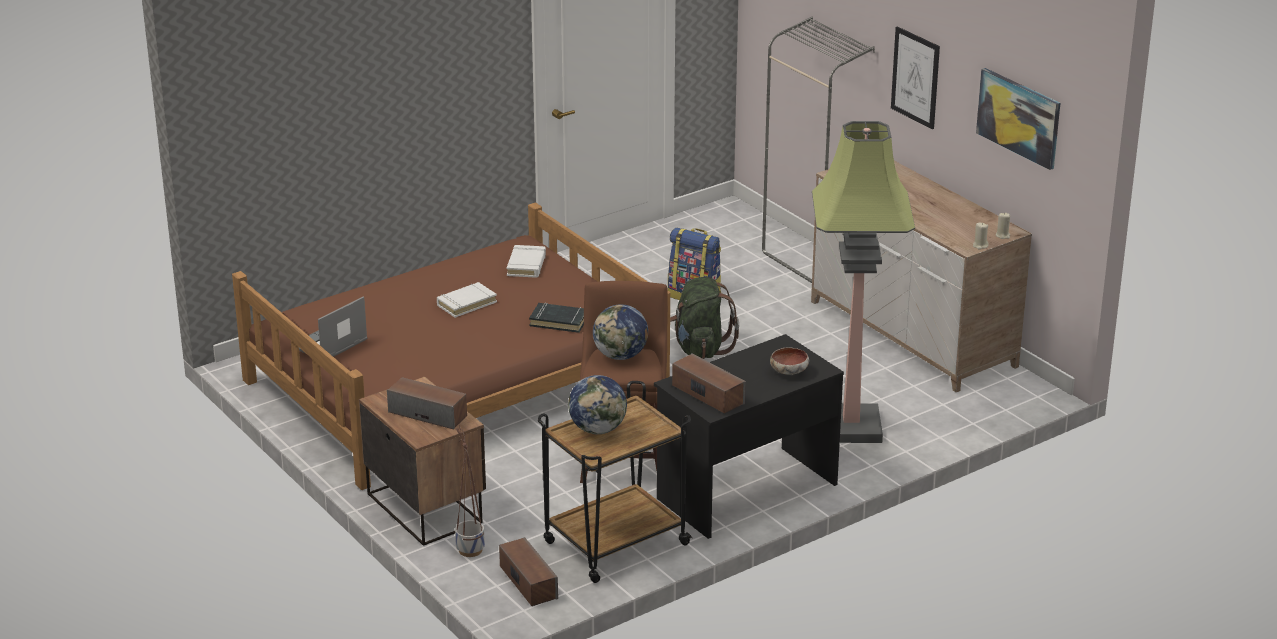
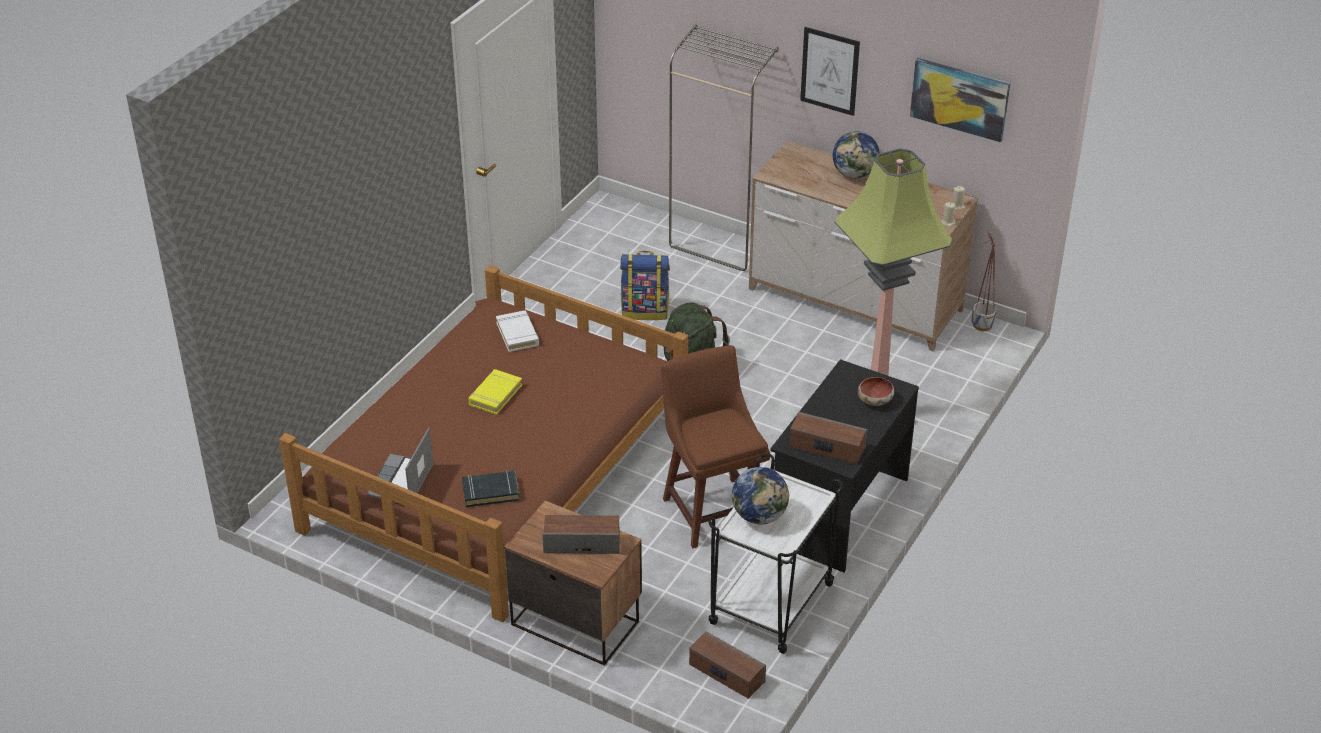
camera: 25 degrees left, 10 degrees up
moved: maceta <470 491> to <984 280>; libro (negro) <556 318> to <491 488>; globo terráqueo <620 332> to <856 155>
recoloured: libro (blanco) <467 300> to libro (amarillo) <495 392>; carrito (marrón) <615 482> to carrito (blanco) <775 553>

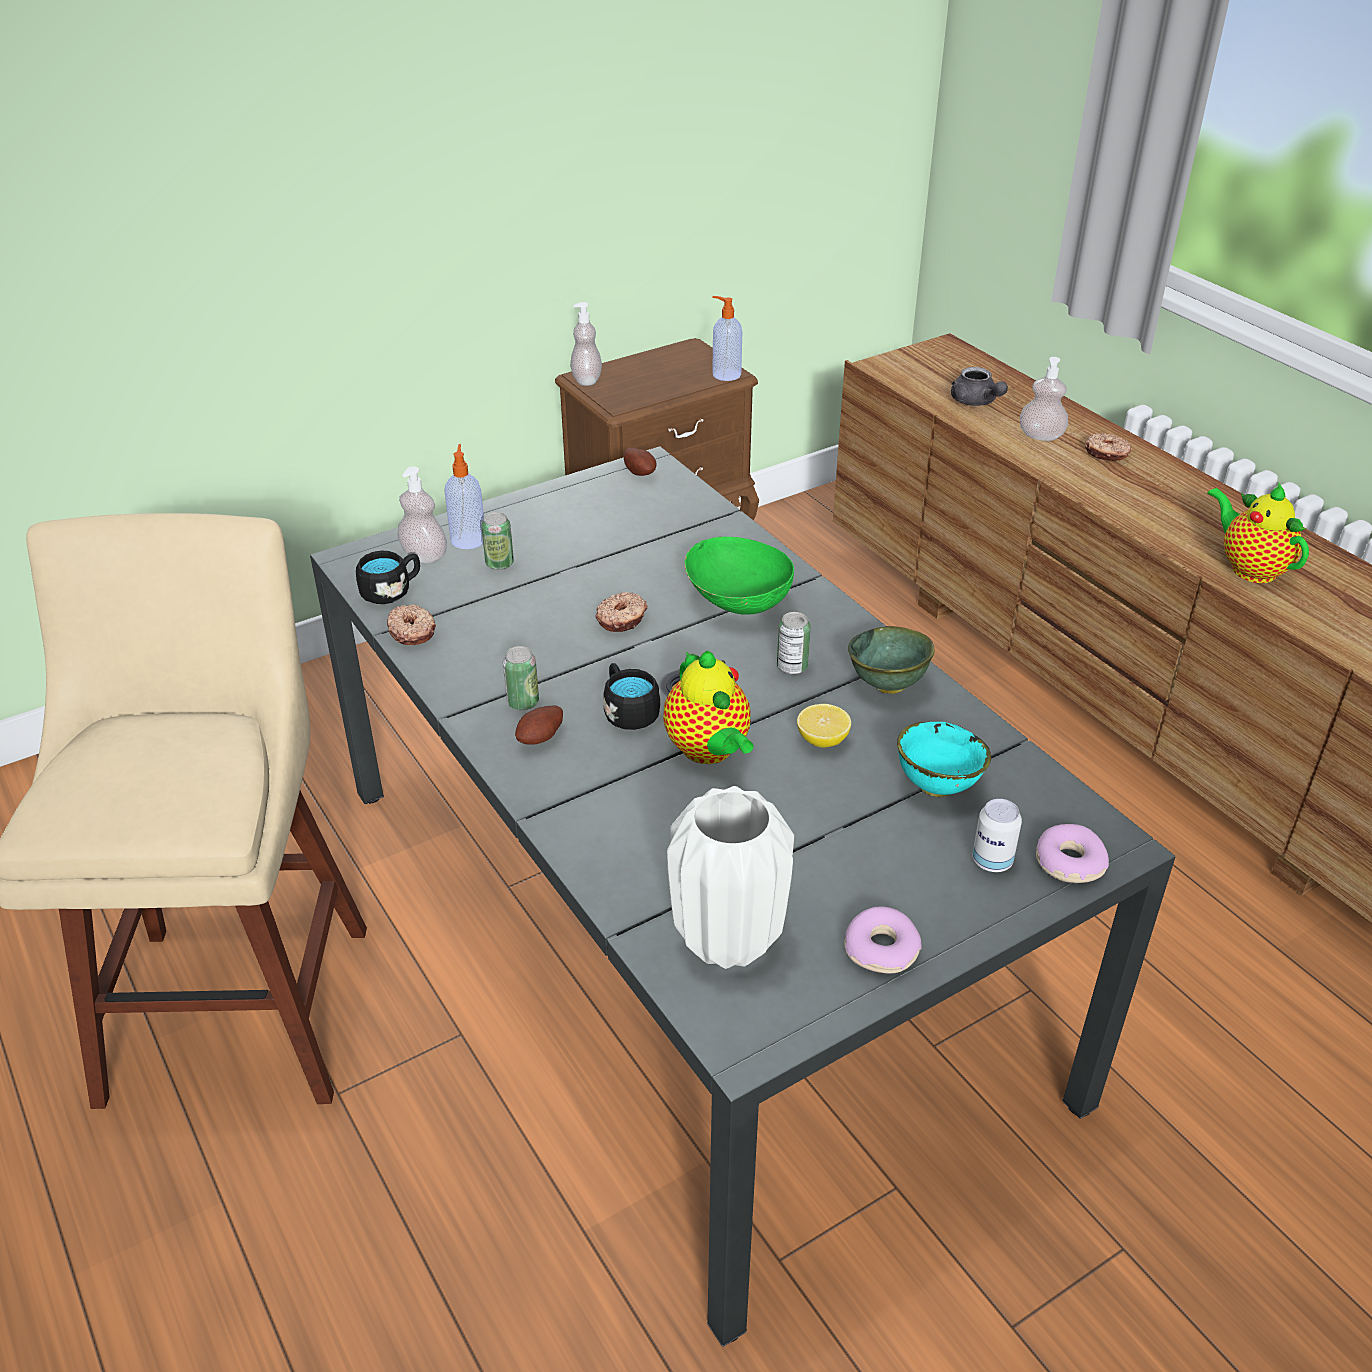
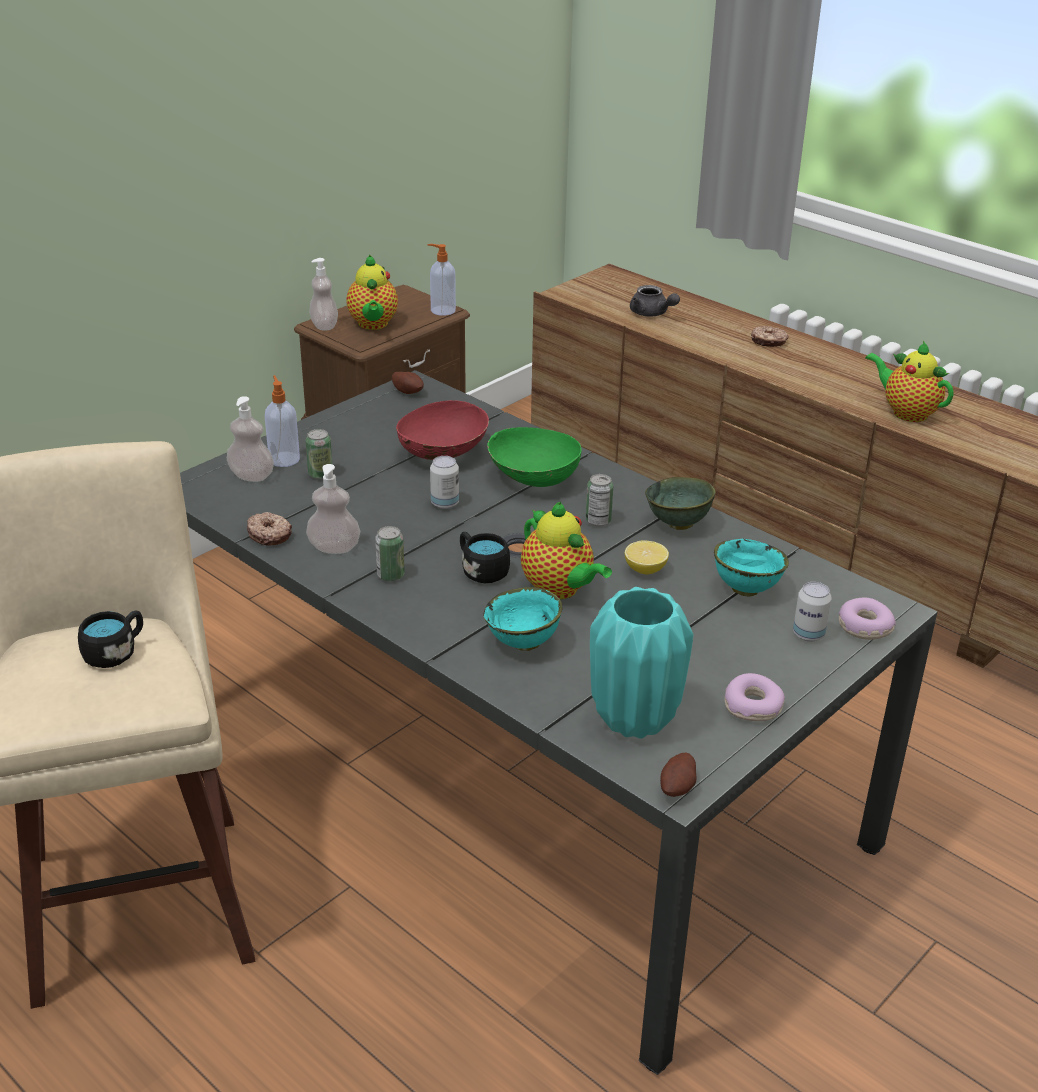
camera: 15 degrees left, 5 degrees down
added: tetera <372 292>; cuenco (rojo) <442 430>; cuenco (turquesa) <523 619>
moved: taza grande (negro) <388 577> to <110 639>; patata <539 725> to <678 774>; dispensador de jabón <1043 399> to <333 509>
replaced: rosquilla <621 612> to lata <444 482>
recoloured: florero (blanco) <730 877> to florero (turquesa) <641 663>

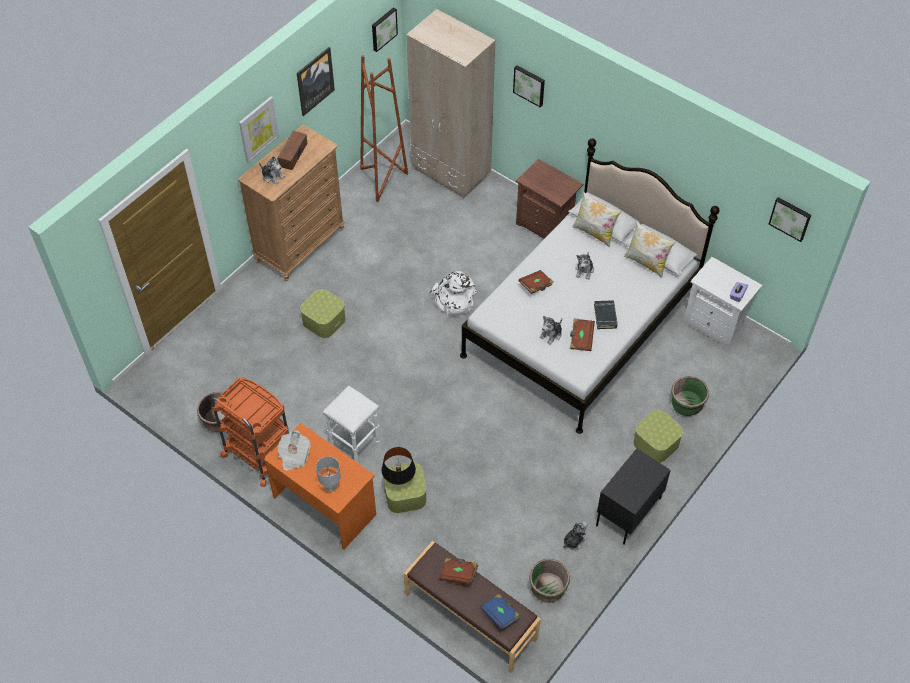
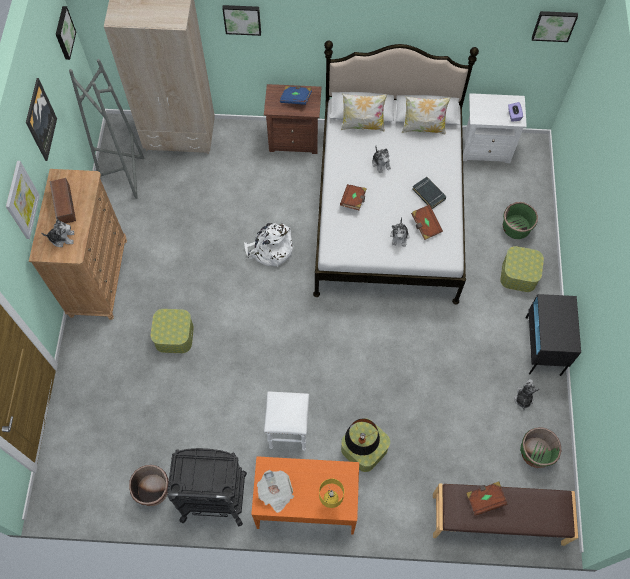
camera: 35 degrees left, 10 degrees up
moved: libro (azul) <500 612> to <296 95>
recoloured: carrito (naranja) <250 432> to carrito (negro) <207 487>; lámpara de mesa (gris) <328 473> to lámpara de mesa (amarillo) <331 493>; perchero (marrón) <384 128> to perchero (gris) <106 129>

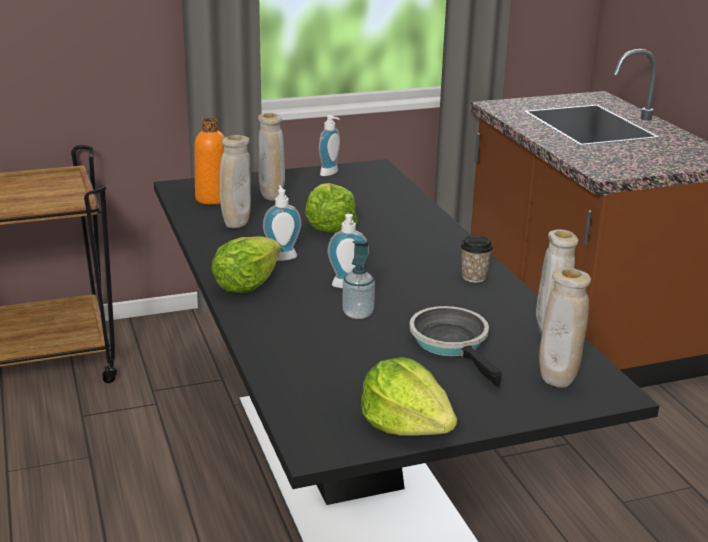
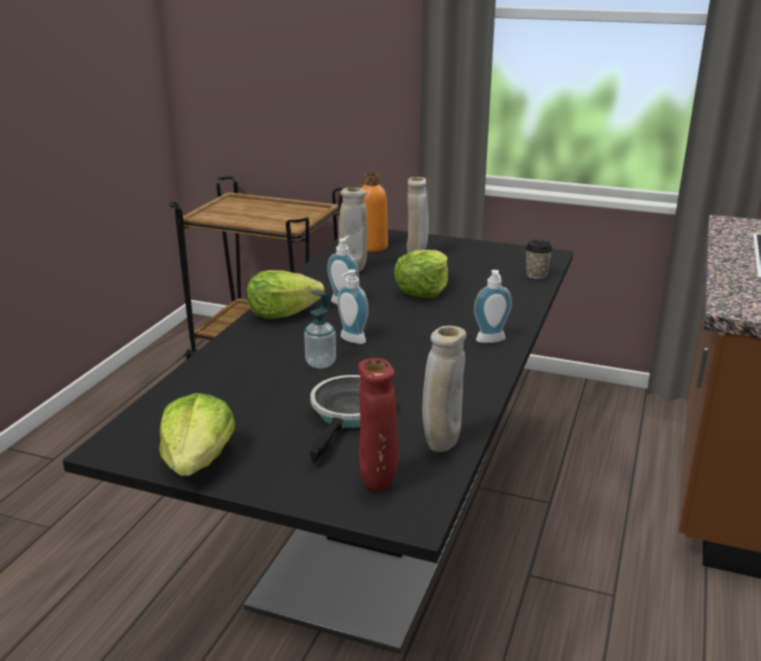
camera: 40 degrees right, 0 degrees up
moved: dispensador de jabón <329 145> to <493 306>; taza <477 259> to <539 259>
recoloured: florero (beis) <565 327> to florero (rojo) <378 425>

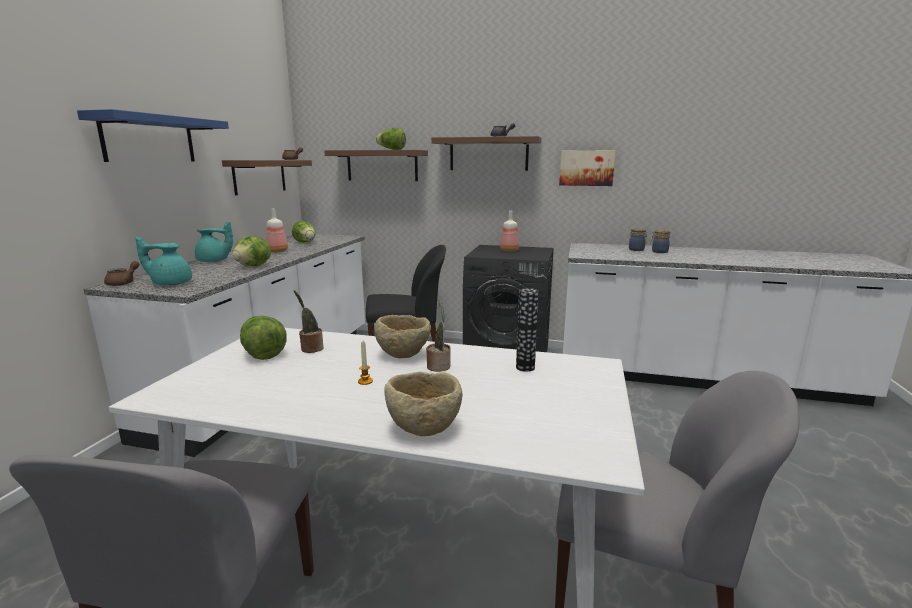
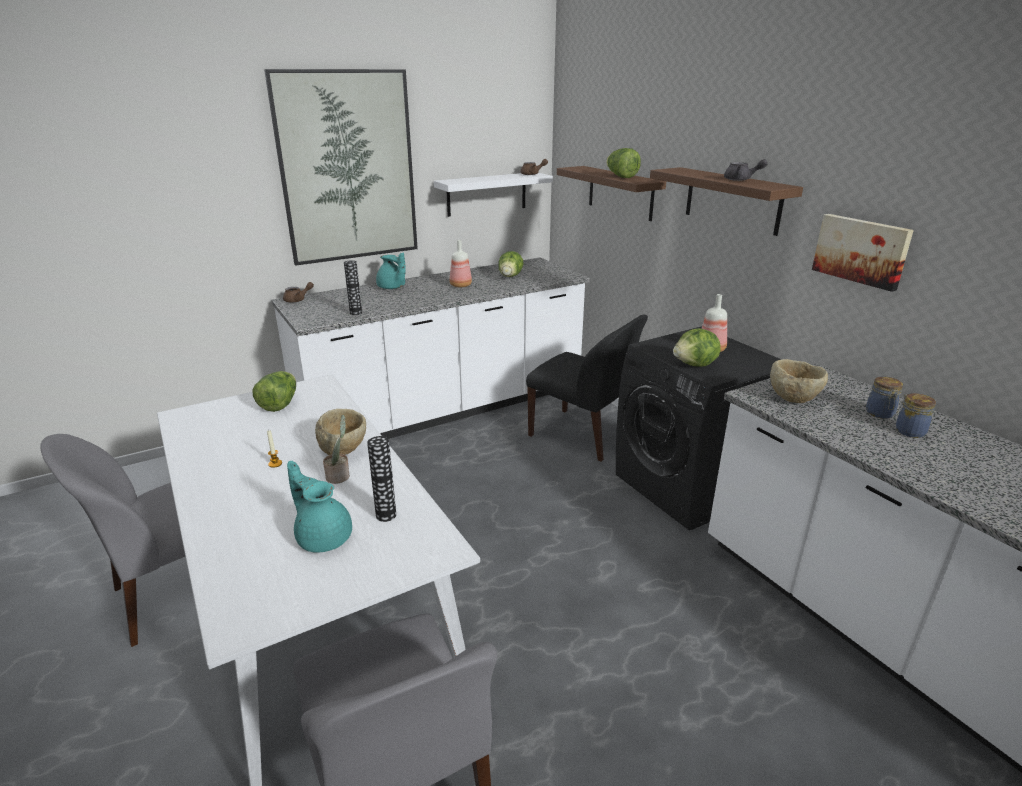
camera: 45 degrees right, 10 degrees up
removed: planta en maceta <308 321>
added: florero <353 287>
moved: tetera (turquesa) <163 261> to <319 507>; lechuga <251 251> to <697 347>; cuenco (beis) <423 404> to <799 381>
replaced: estante (azul) <153 135> to cuadro <341 167>
recoloured: estante (marrón) <267 177> to estante (blanco) <493 195>

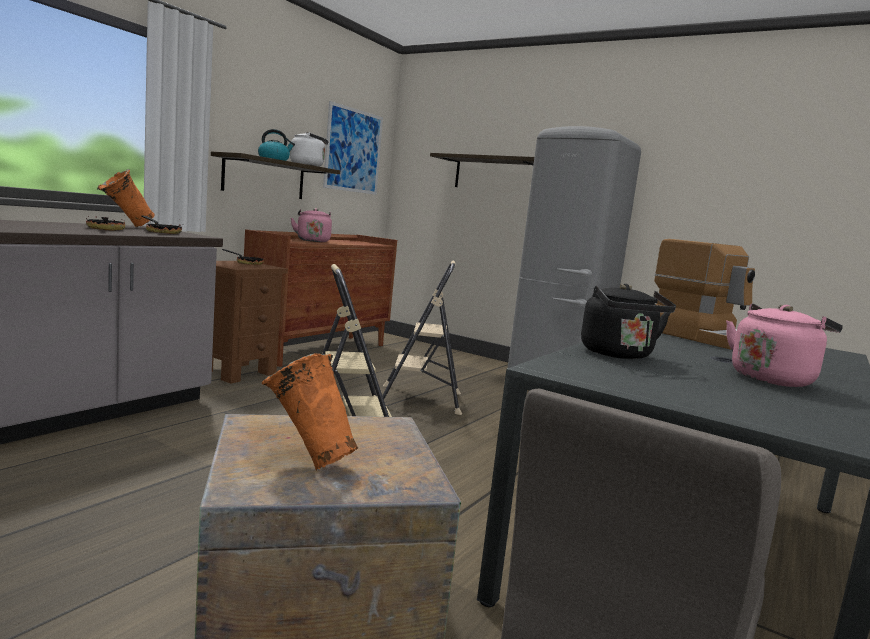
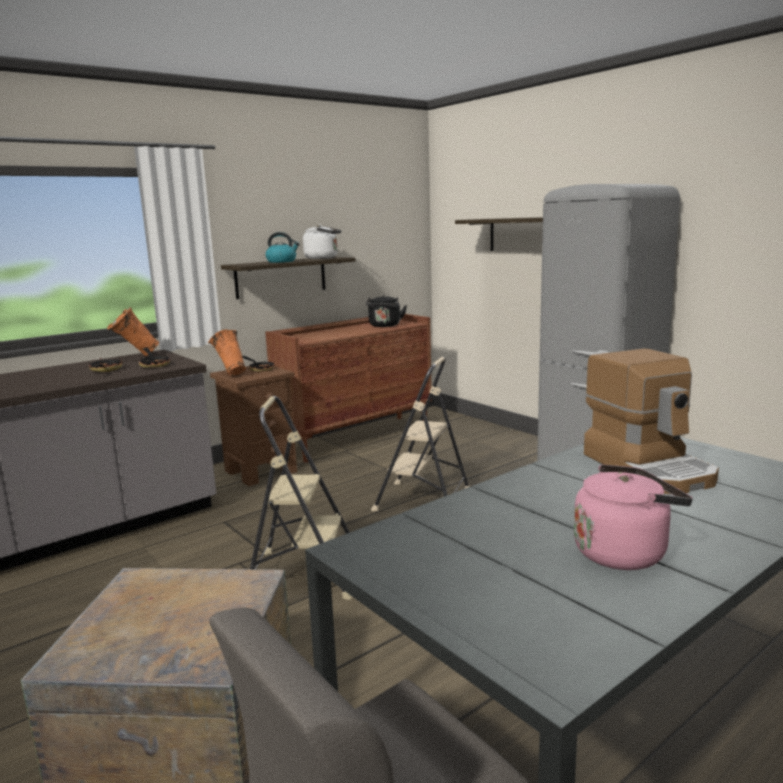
camera: 20 degrees right, 5 degrees up
removed: hervidor (rosa) <311 225>; cuadro <353 148>
moved: florero (naranja) <310 412> to <227 352>; hervidor (negro) <628 321> to <386 311>

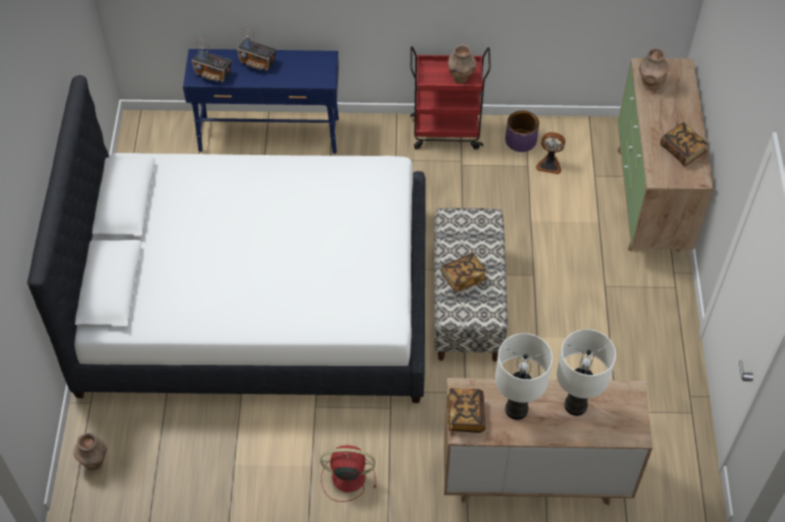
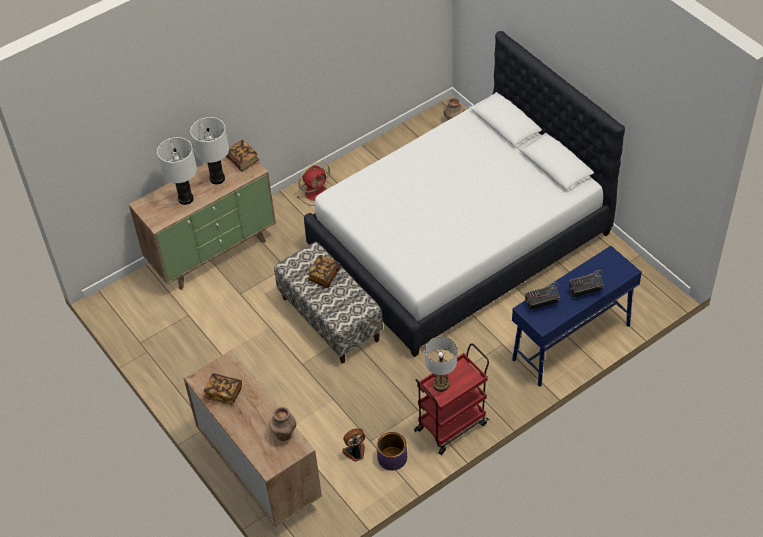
camera: 145 degrees right, 5 degrees down
moved: radio <212 61> to <542 296>
replaced: florero (marrón) <462 64> to lámpara de mesa <441 364>

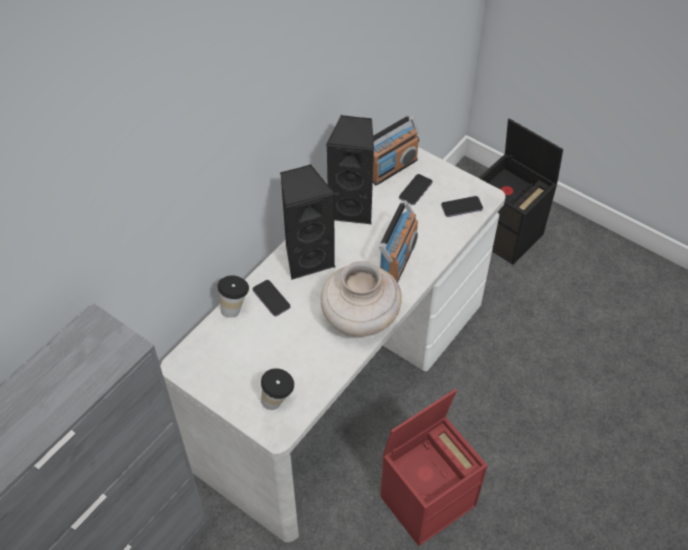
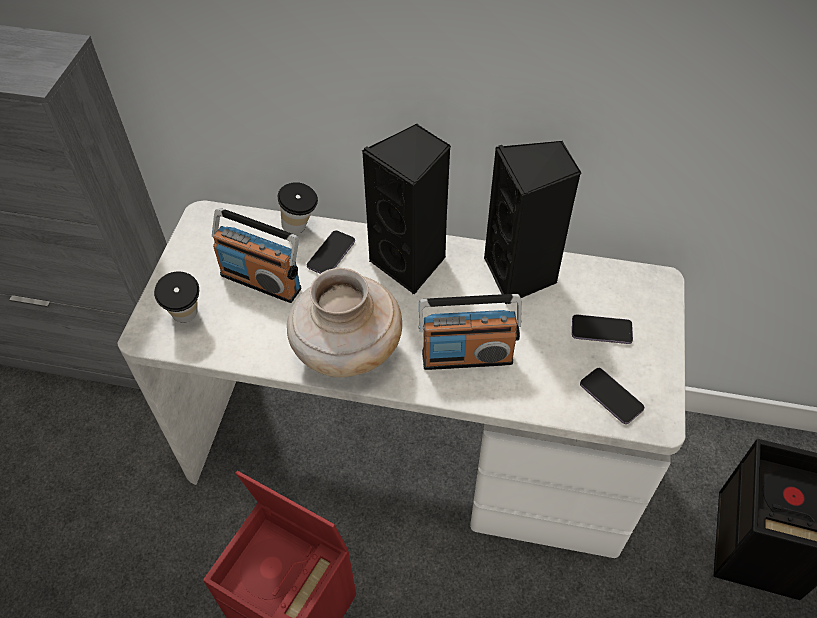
camera: 65 degrees right, 0 degrees up
moved: radio <396 150> to <256 255>

